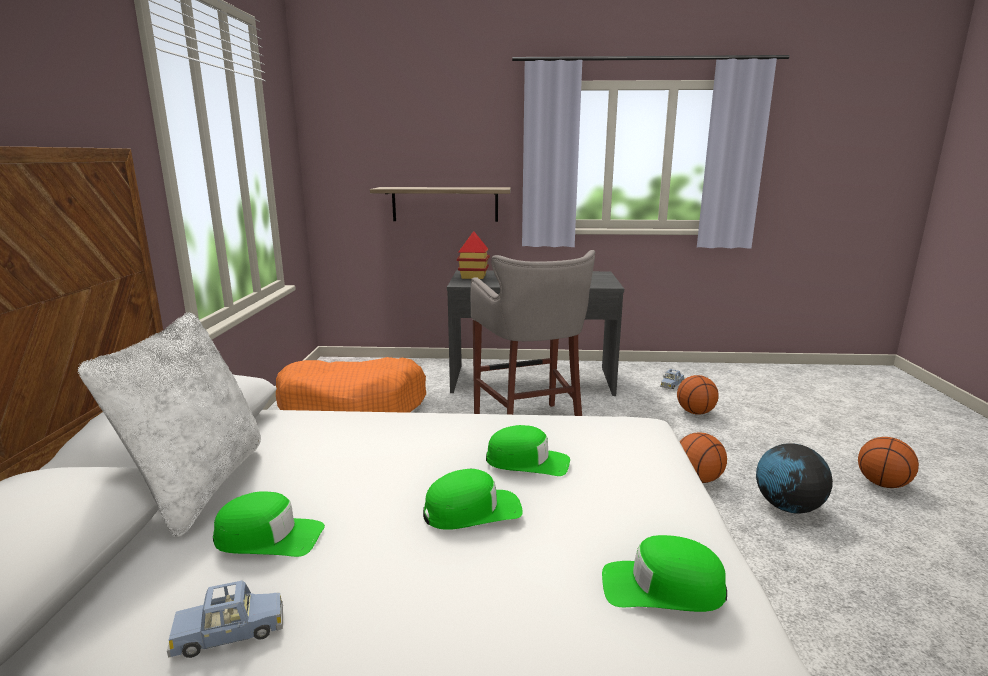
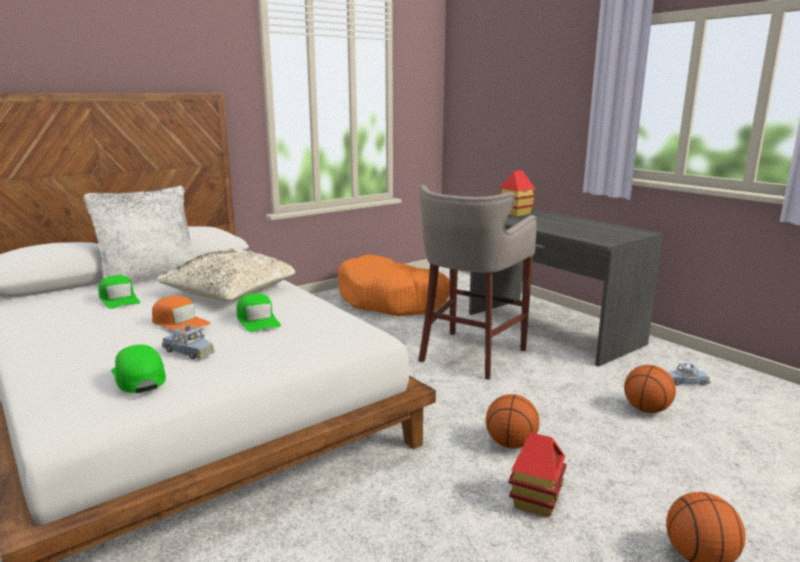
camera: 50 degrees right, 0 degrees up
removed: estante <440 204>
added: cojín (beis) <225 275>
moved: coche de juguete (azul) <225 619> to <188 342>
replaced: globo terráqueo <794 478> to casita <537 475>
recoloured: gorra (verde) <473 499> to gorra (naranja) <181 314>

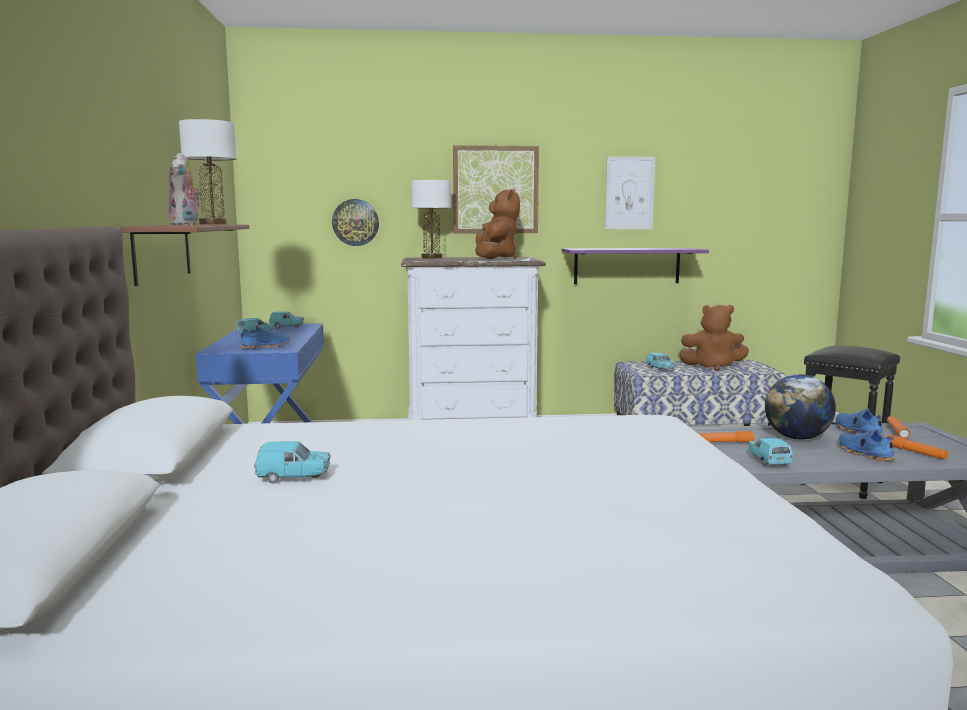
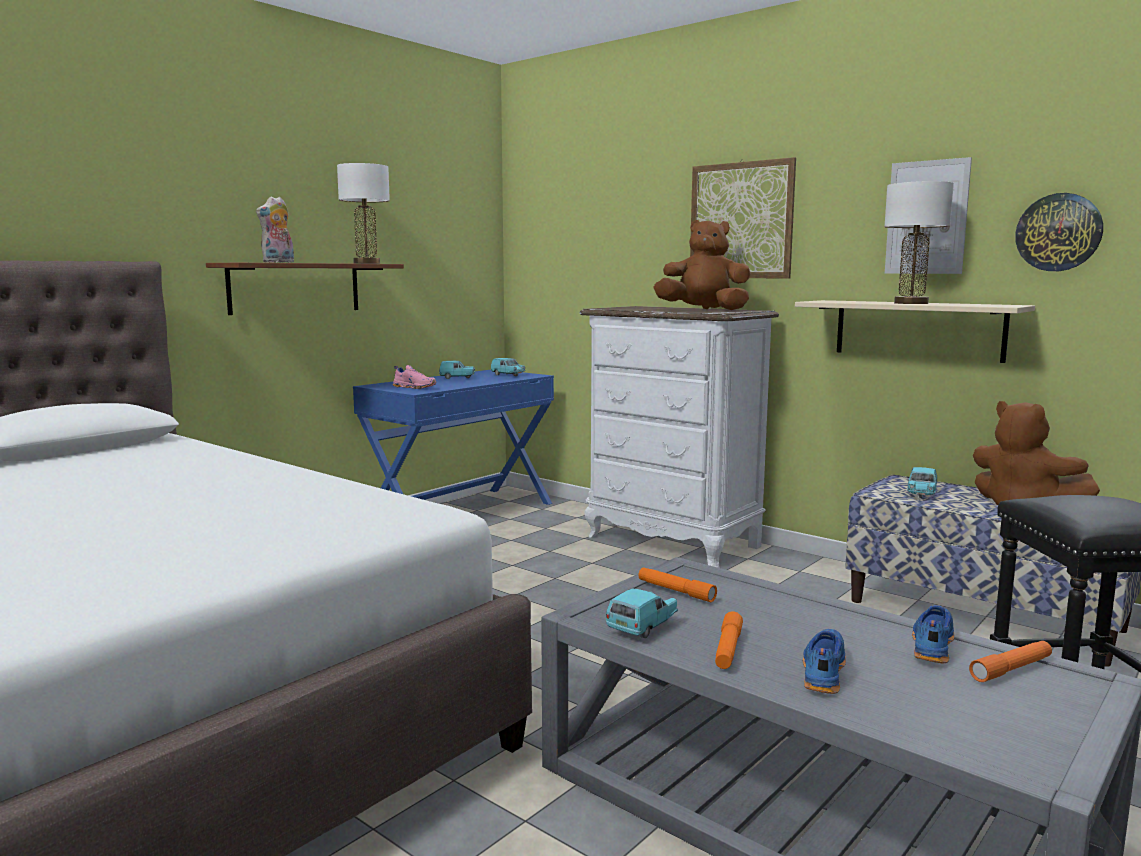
camera: 45 degrees right, 0 degrees up
removed: coche de juguete (turquesa) <292 462>; globo terráqueo <800 407>
moved: reloj de pared <355 222> to <1059 232>; lámpara de mesa <431 219> to <919 242>; linterna (naranja) <917 446> to <729 640>
recoloured: zapato (azul) <265 337> to zapato (rosa) <414 377>; estante (morado) <635 266> to estante (beis) <915 331>
turned: peluche (marrón) <497 224> = <702 265> 120 degrees counterclockwise

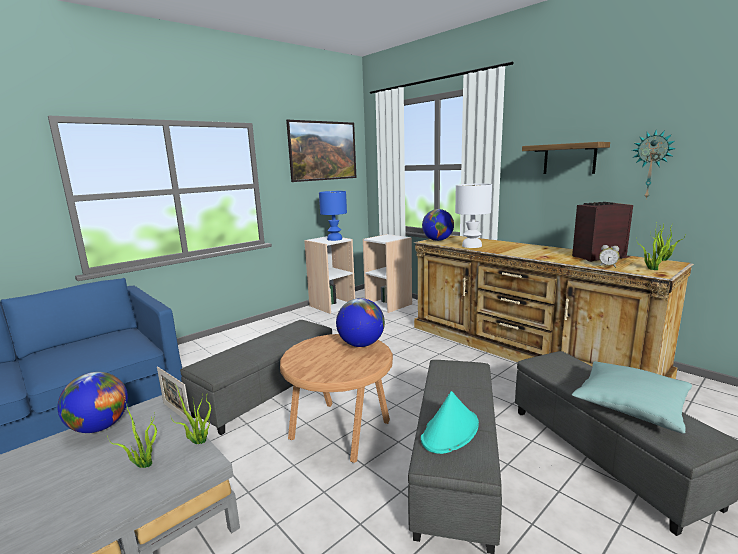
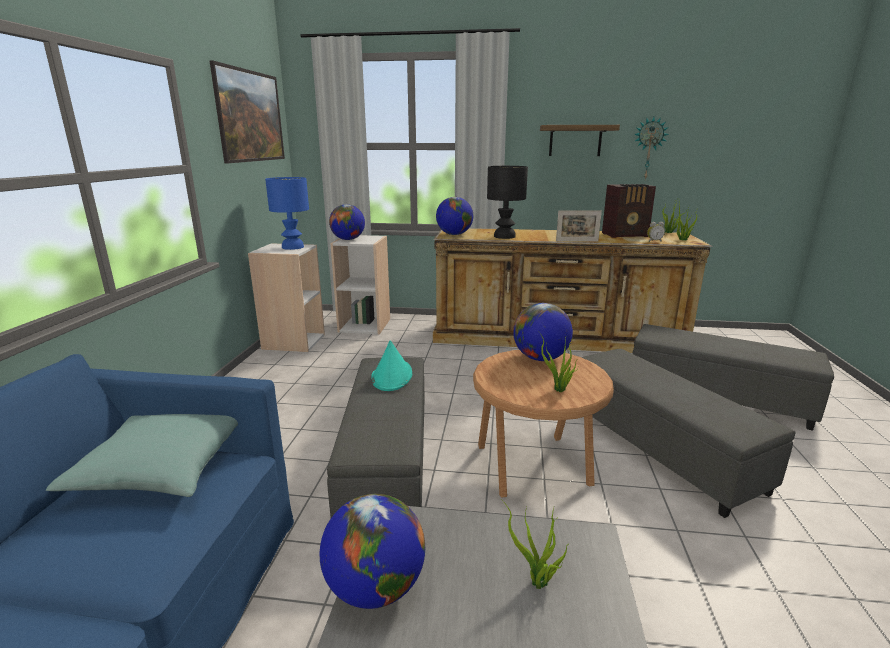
camera: 40 degrees left, 5 degrees up
added: globo terráqueo <347 222>
moved: portarretratos <173 394> to <579 226>; planta en maceta <190 414> to <557 361>; sombrero (turquesa) <450 422> to <391 365>; cojín (turquesa) <632 397> to <142 455>
recoloured: lámpara de mesa (blanco) <473 216> to lámpara de mesa (negro) <507 202>
turned: radio <602 232> = <629 211> 135 degrees counterclockwise

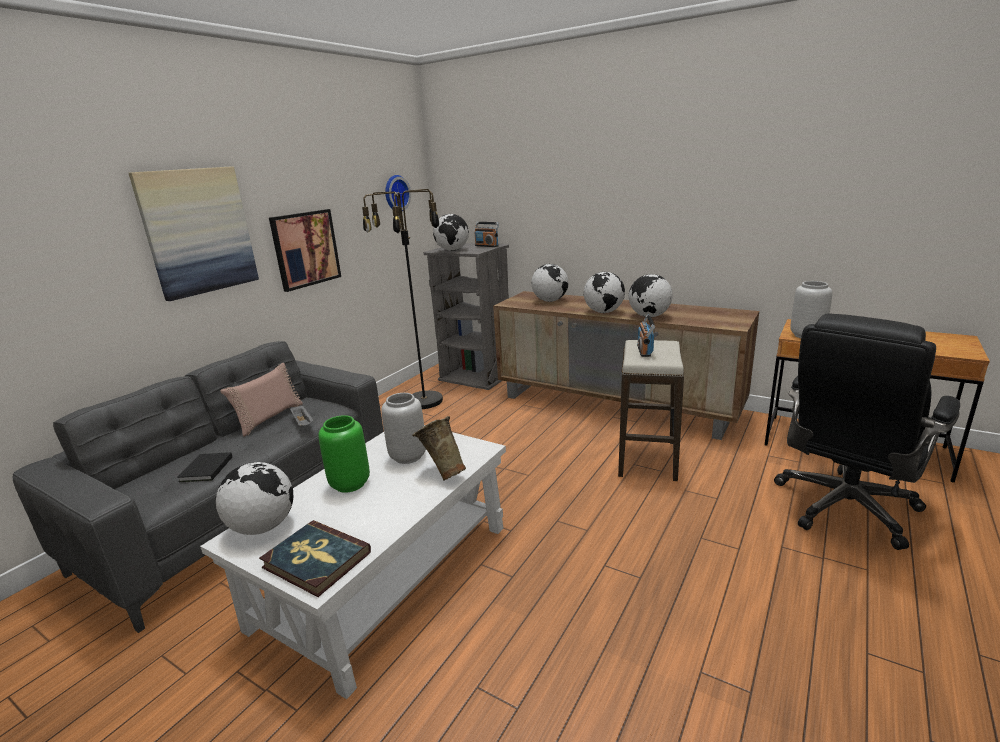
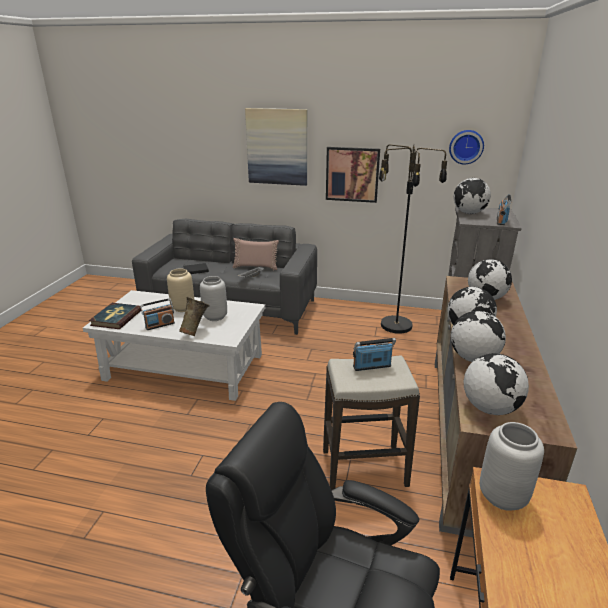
camera: 70 degrees right, 5 degrees up
added: radio <157 314>
moved: globo terráqueo <255 498> to <496 384>
recoloured: florero (verde) <344 454> to florero (beis) <180 290>

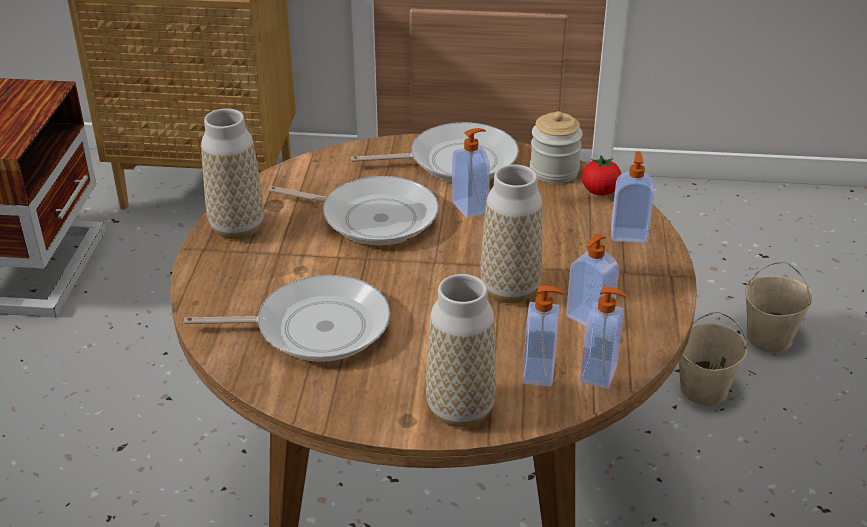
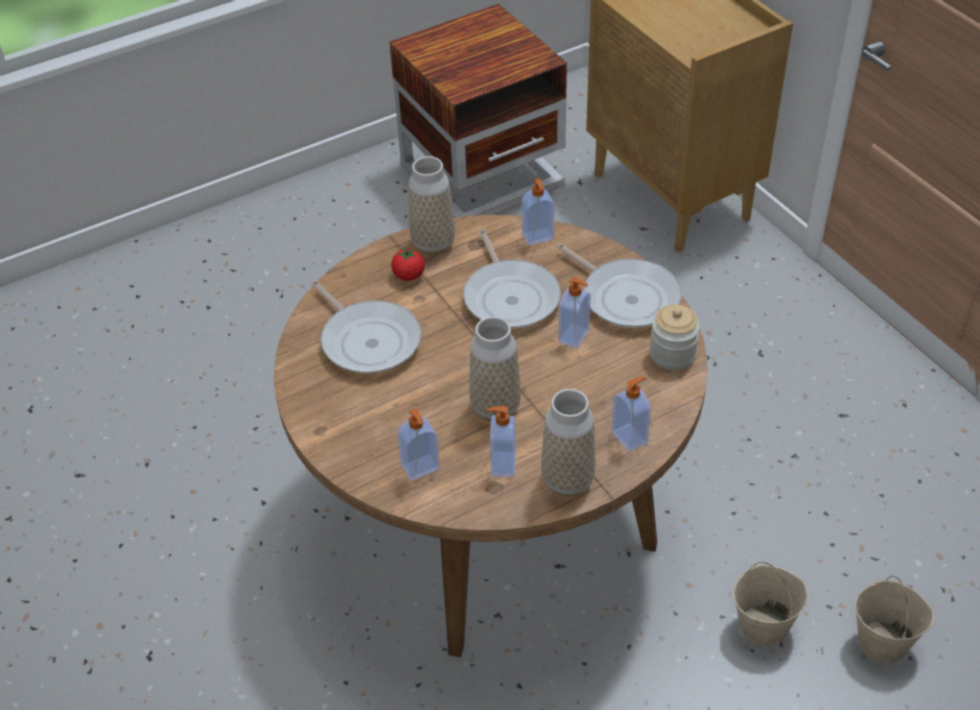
camera: 55 degrees right, 10 degrees up
moved: florero <461 350> to <568 443>; dispensador de jabón <603 337> to <538 212>; tomate <601 175> to <408 263>

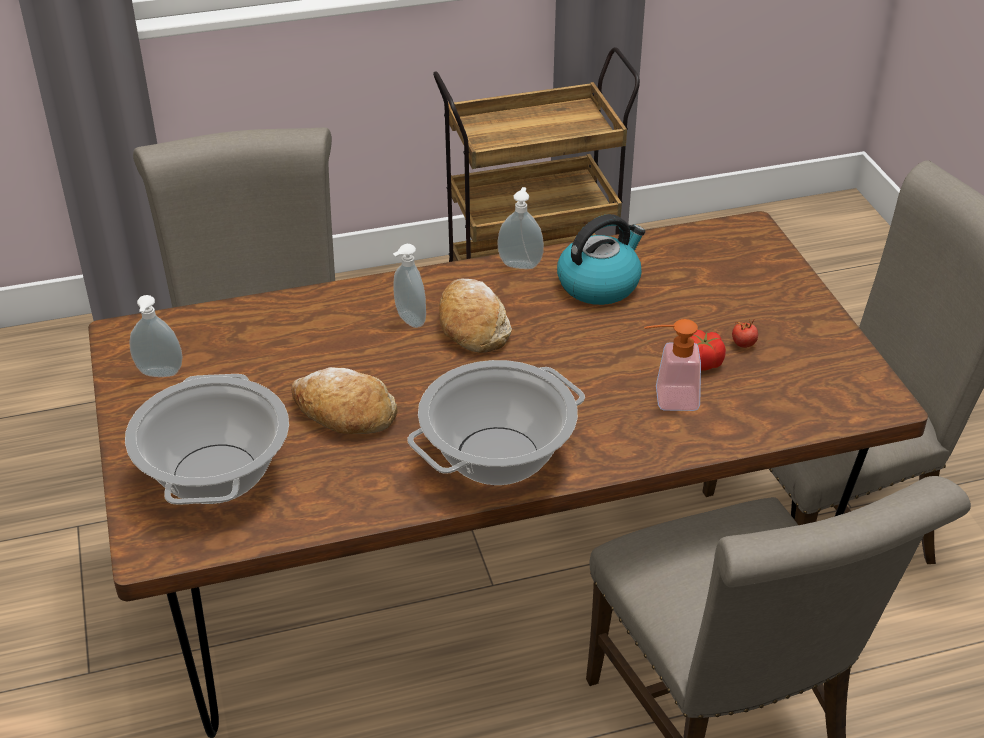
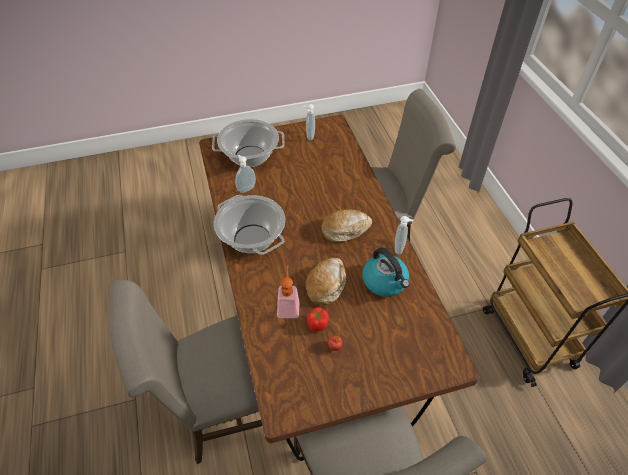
camera: 90 degrees right, 10 degrees up
moved: pan <344 400> to <325 281>; dispensador de jabón <409 286> to <245 174>

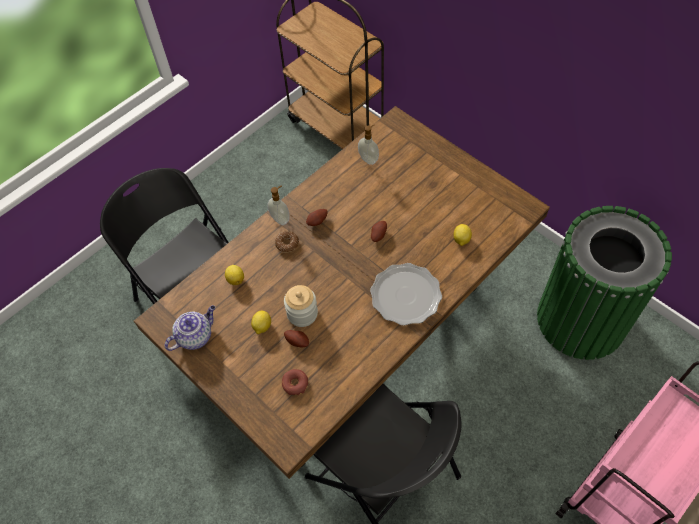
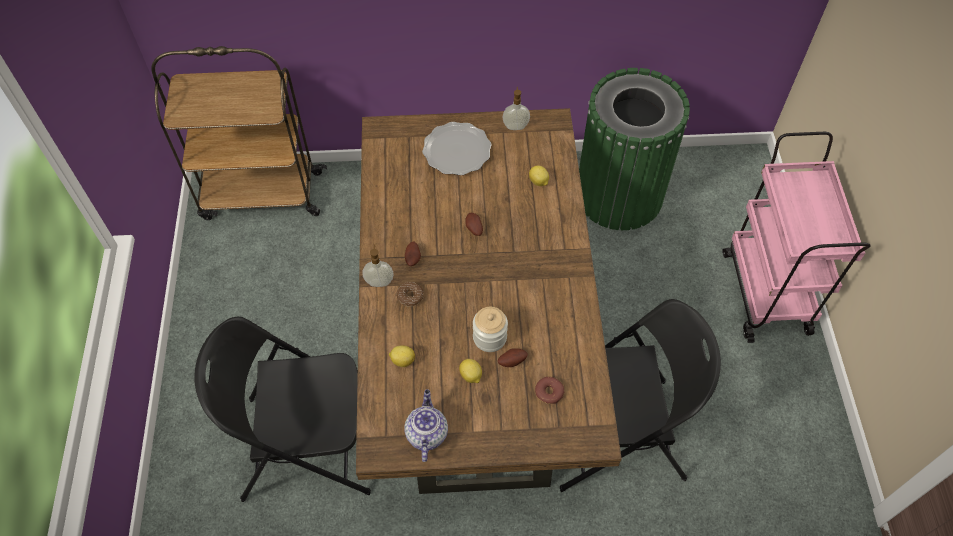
camera: 50 degrees left, 0 degrees up
moved: dispensador de jabón <368 145> to <516 108>; plato <406 294> to <457 148>

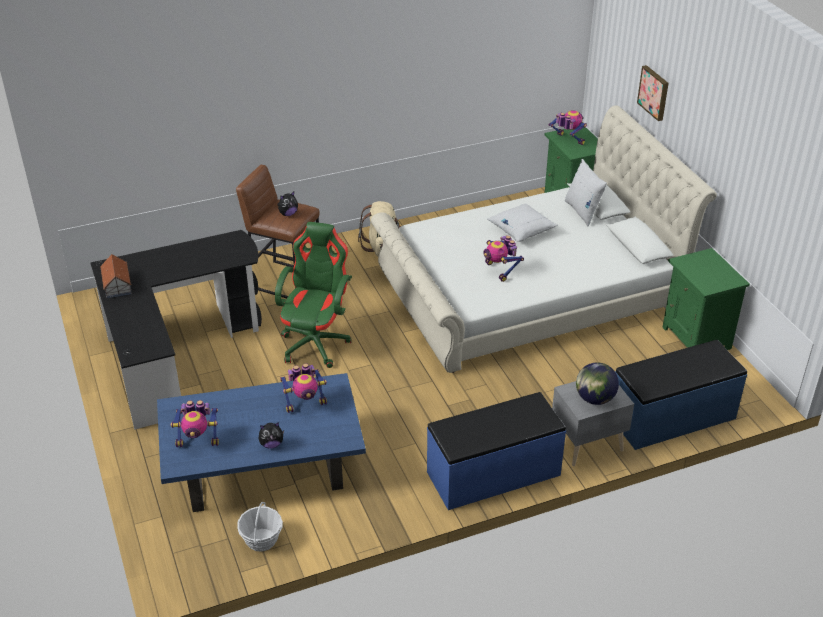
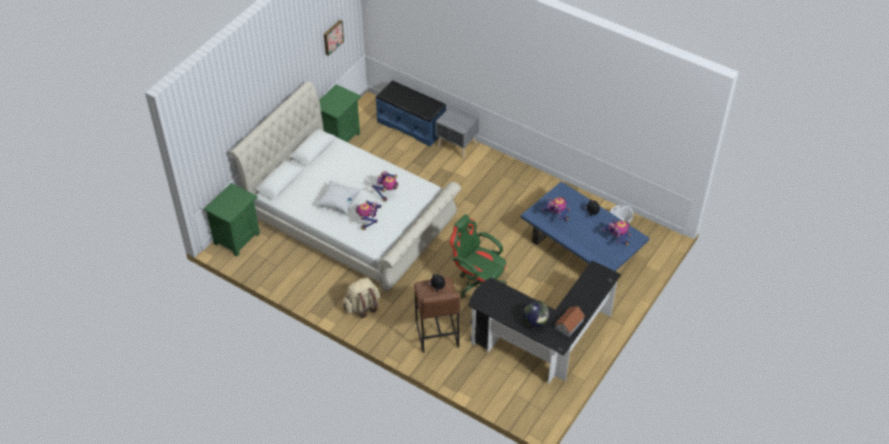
camera: 125 degrees left, 10 degrees up
removed: banco (azul) <496 451>; cojín (gris) <586 192>
moved: robot de juguete <568 127> to <369 215>; globo terráqueo <597 383> to <535 313>; cuadro <652 93> to <334 38>
turned: silla de oficina (verde) <313 295> = <478 256> 60 degrees clockwise

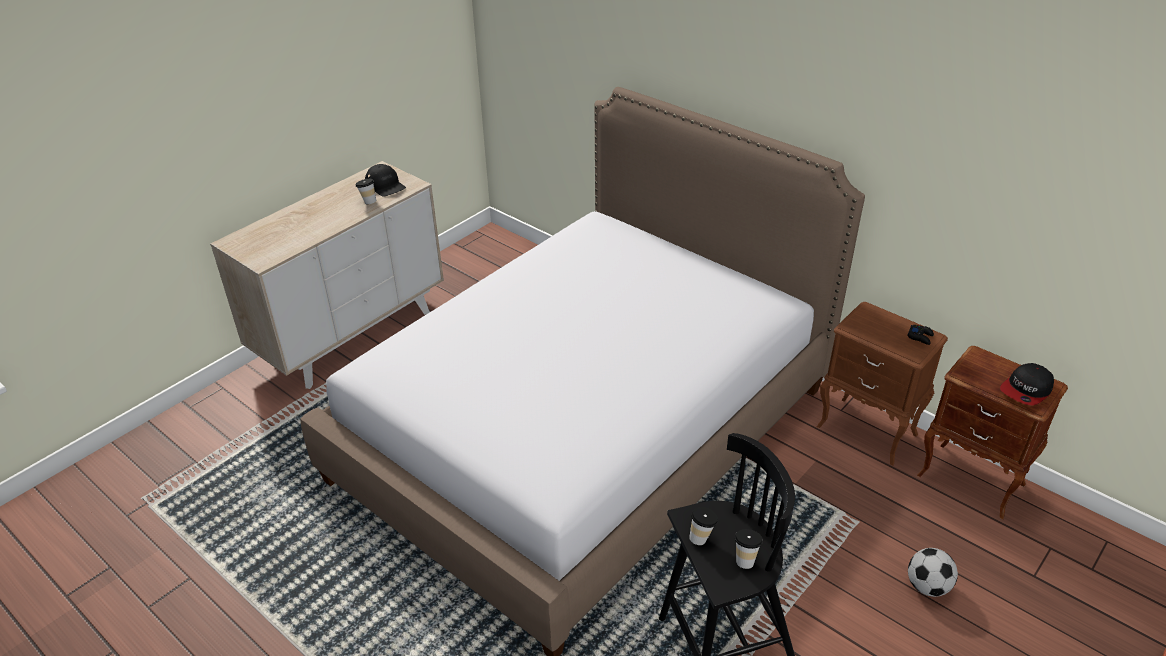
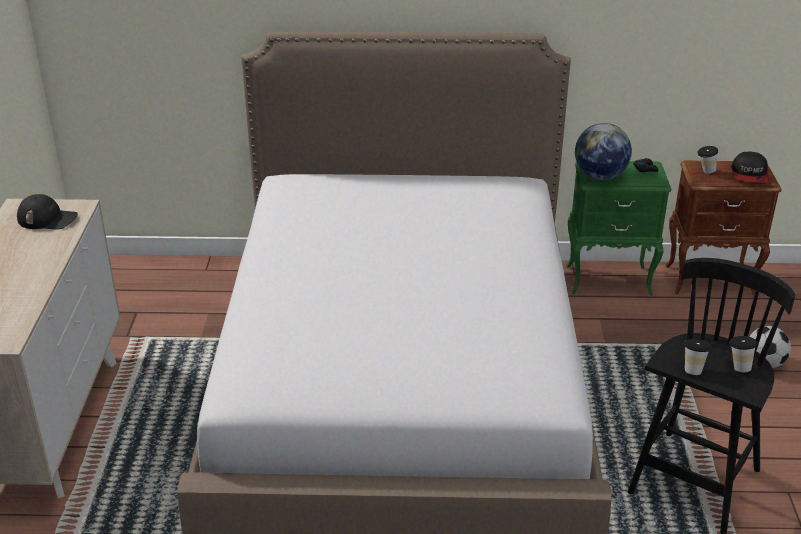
camera: 40 degrees left, 5 degrees down
added: globo terráqueo <603 151>
moved: taza <365 191> to <707 160>
recoloured: mesita de noche (marrón) <882 384> to mesita de noche (verde) <618 228>

